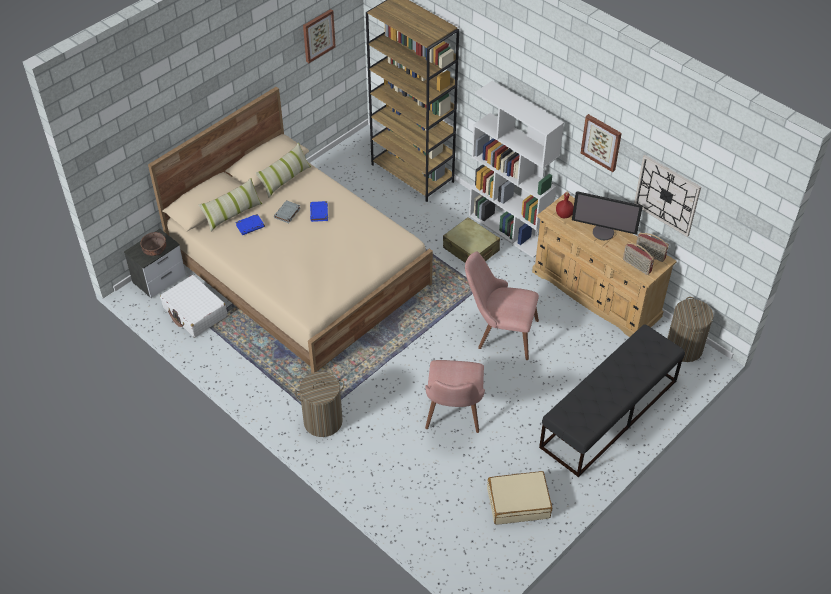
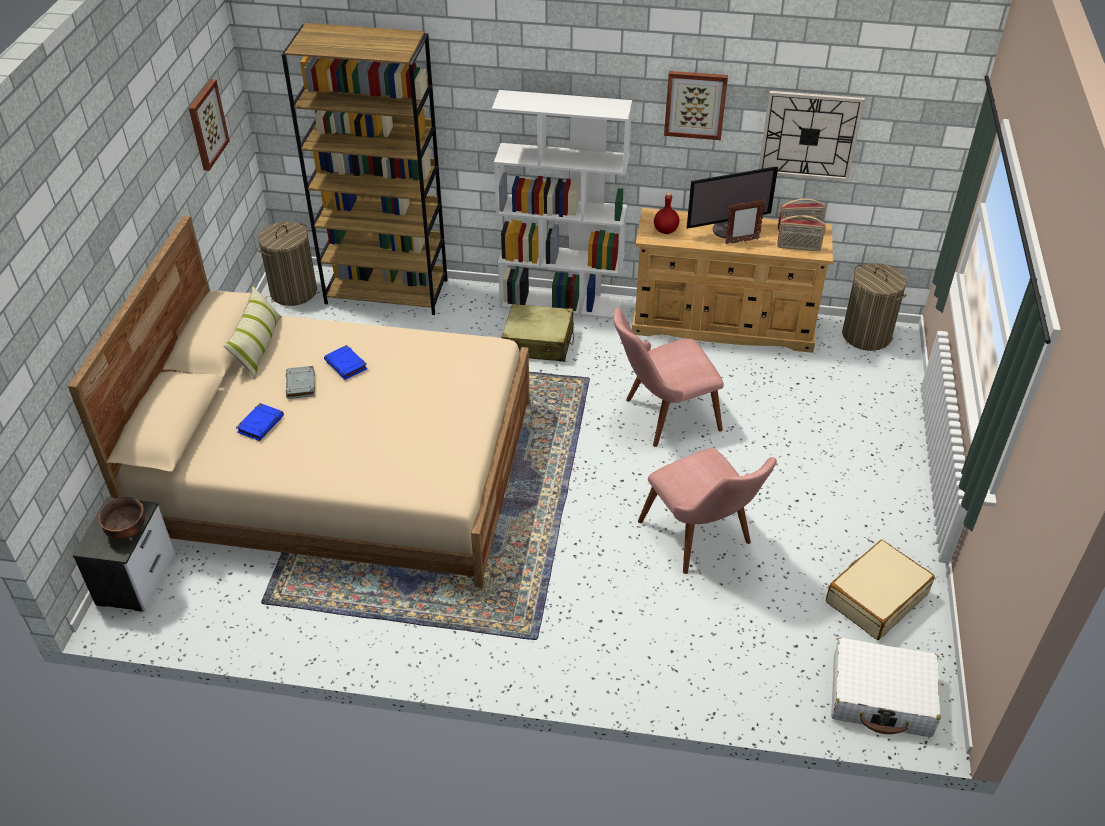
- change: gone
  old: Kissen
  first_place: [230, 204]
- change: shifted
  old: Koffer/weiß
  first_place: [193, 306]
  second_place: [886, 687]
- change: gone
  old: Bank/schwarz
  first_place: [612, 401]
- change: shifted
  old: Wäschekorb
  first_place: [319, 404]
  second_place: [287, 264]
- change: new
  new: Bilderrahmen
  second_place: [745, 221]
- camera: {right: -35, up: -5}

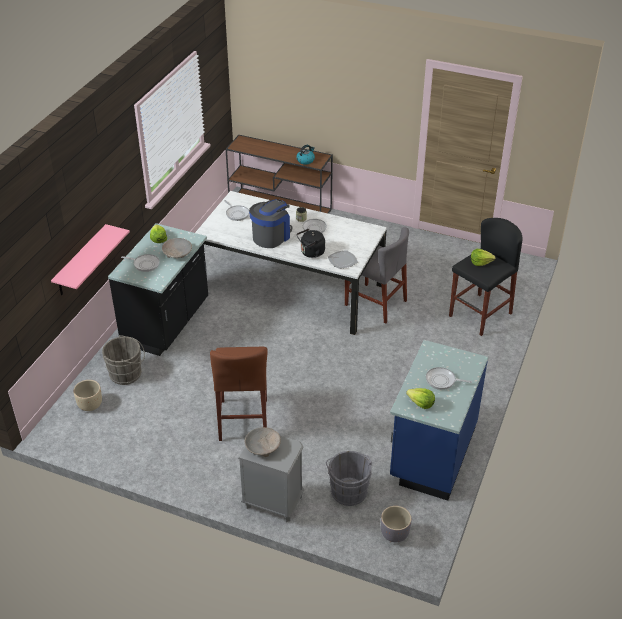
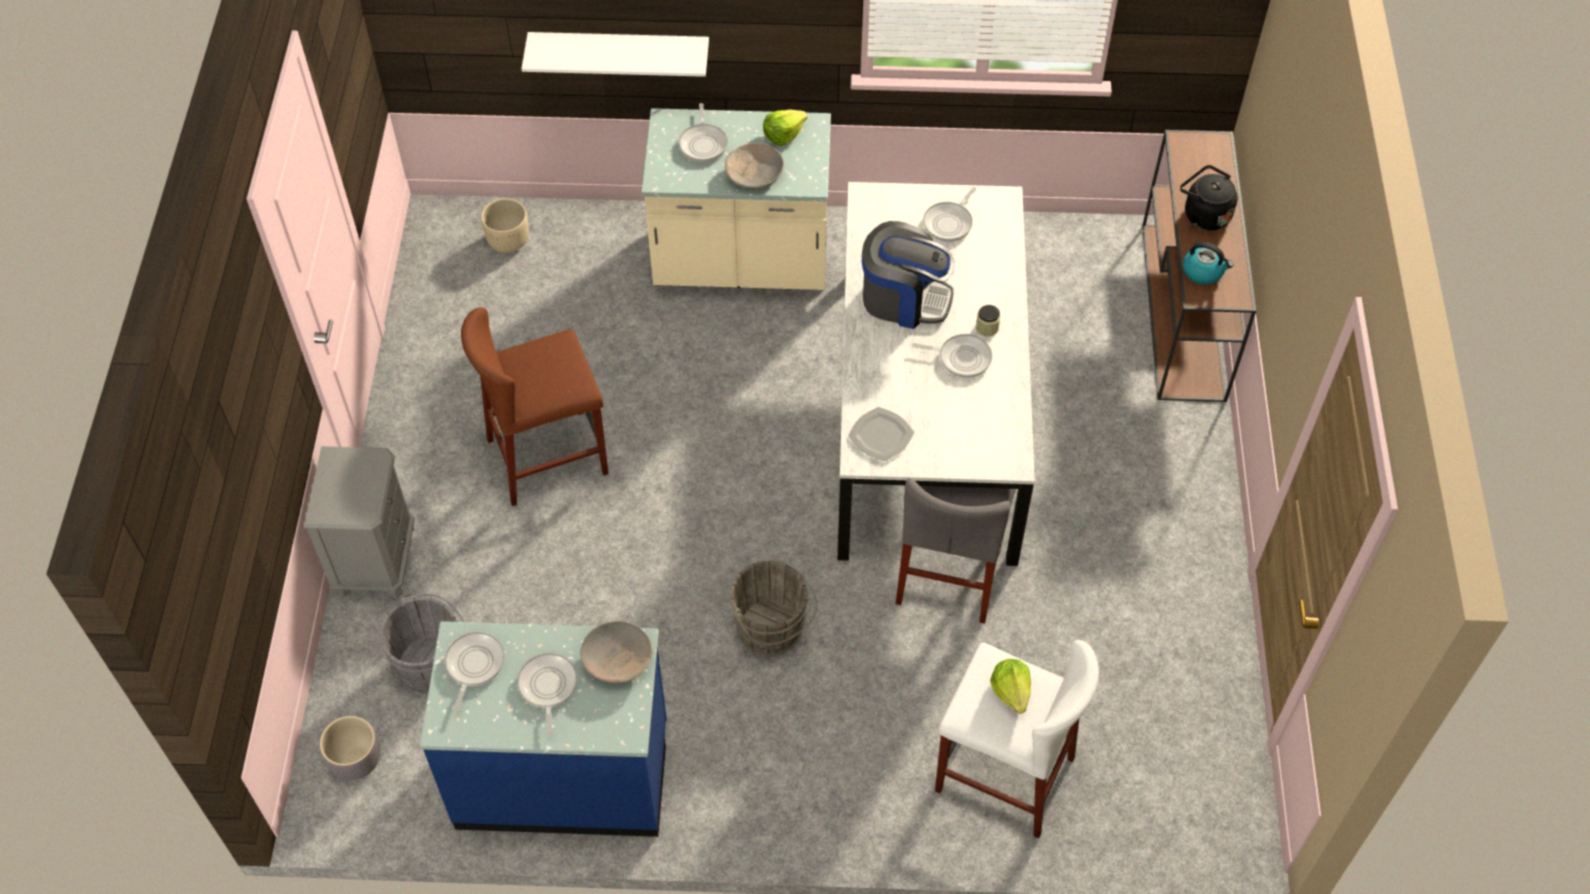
- change: repainted
  old: Hocker/schwarz
  new: Hocker/weiß
  first_place: [486, 277]
  second_place: [1017, 739]
- change: repainted
  old: Küchenzeile/schwarz
  new: Küchenzeile/beige
  first_place: [158, 289]
  second_place: [736, 199]
- change: repainted
  old: Wandregal/rosa
  new: Wandregal/weiß
  first_place: [90, 259]
  second_place: [615, 54]
- change: shifted
  old: Wasserkessel/schwarz
  first_place: [310, 243]
  second_place: [1209, 197]
- change: shifted
  old: Eimer/grau
  first_place: [123, 360]
  second_place: [774, 608]
- change: swapped
  old: Salatkopf
  new: Pfanne
  first_place: [420, 398]
  second_place: [474, 672]
- change: shifted
  old: Schüssel/beige
  first_place: [263, 442]
  second_place: [616, 652]
- camera: {right: 70, up: 15}

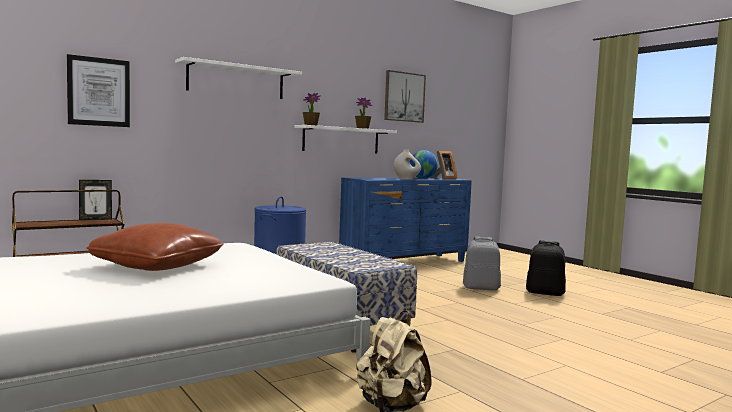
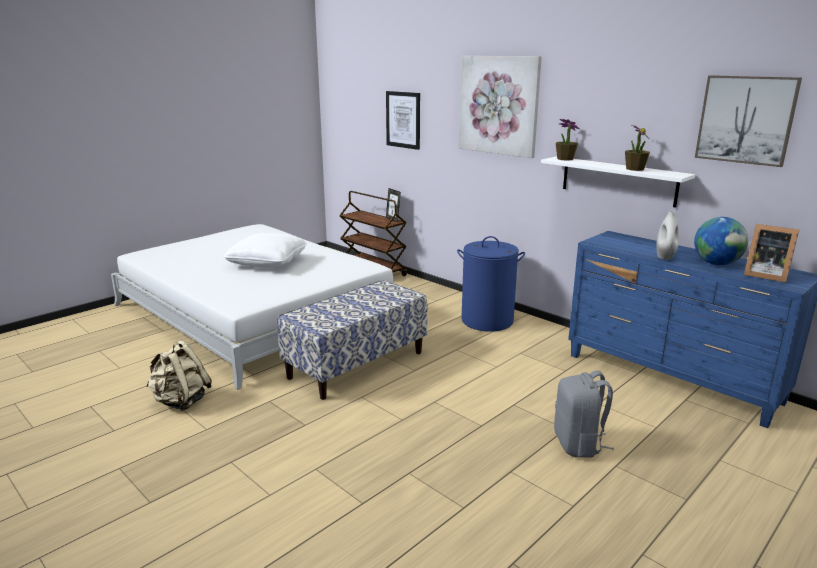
- change: swapped
  old: Wandregal/weiß
  new: Bild
  first_place: [238, 78]
  second_place: [500, 107]
- change: repainted
  old: Kissen/braun
  new: Kissen/weiß
  first_place: [155, 247]
  second_place: [265, 250]
- change: gone
  old: Rucksack/schwarz
  first_place: [546, 268]
- camera: {right: 80, up: 15}

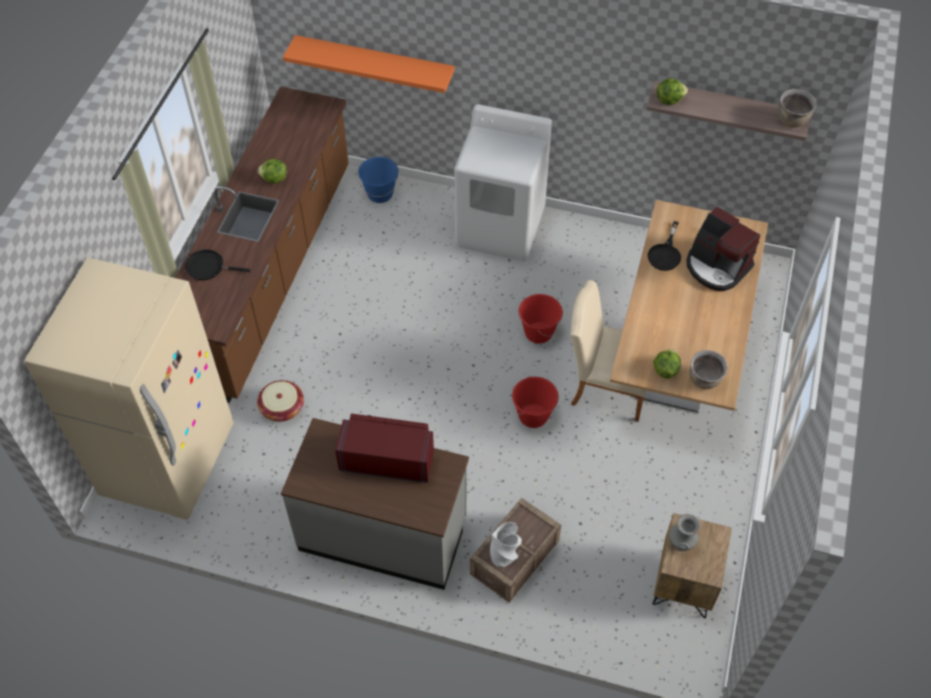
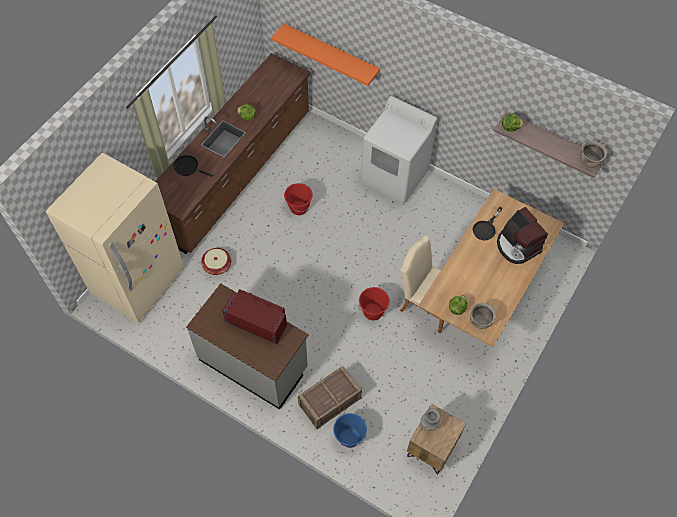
- change: shifted
  old: Eimer/blau
  first_place: [378, 180]
  second_place: [350, 431]
- change: shifted
  old: Eimer/rot
  first_place: [541, 319]
  second_place: [298, 199]
- change: gone
  old: Vase/grau
  first_place: [506, 544]
- camera: {right: 15, up: 5}

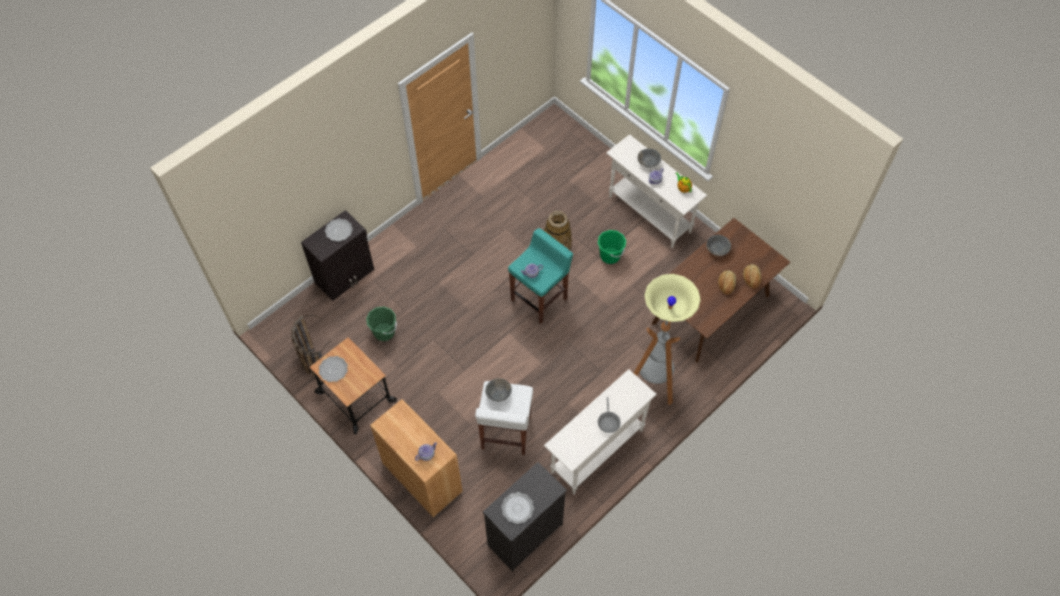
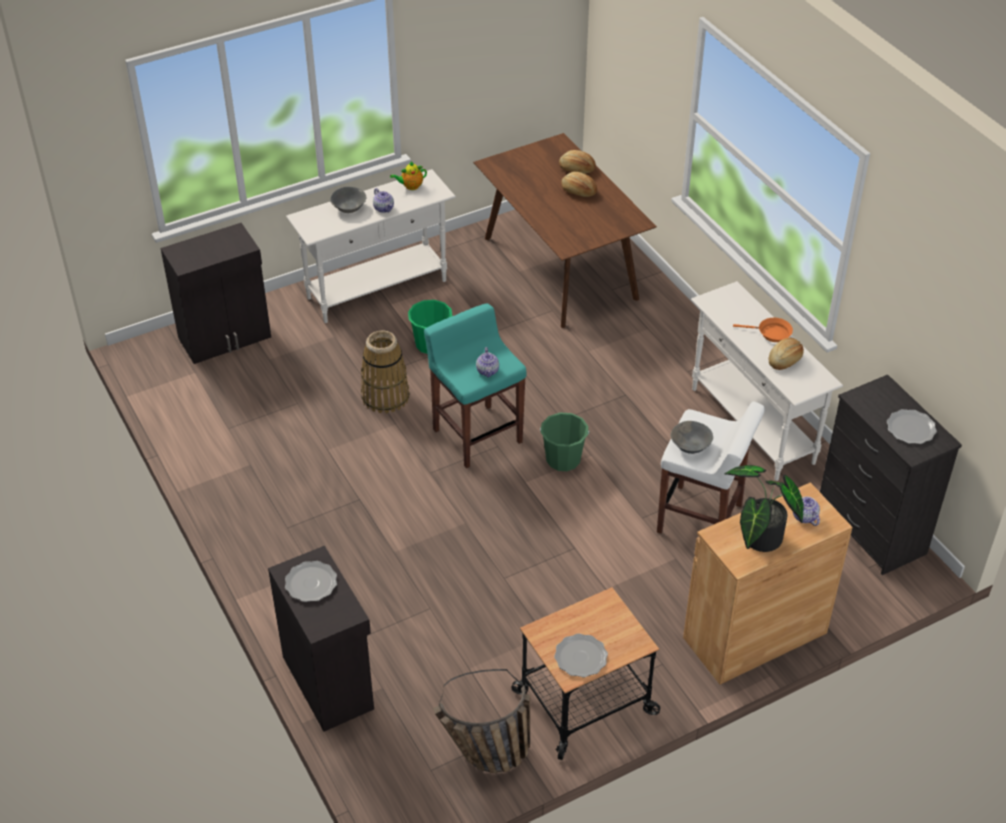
- change: gone
  old: Schüssel/grau
  first_place: [718, 245]
- change: gone
  old: Stehlampe
  first_place: [667, 339]
- change: shifted
  old: Eimer/grün
  first_place: [381, 323]
  second_place: [564, 442]
- change: repainted
  old: Pfanne/grau
  new: Pfanne/orange
  first_place: [609, 415]
  second_place: [763, 330]
- change: new
  new: Schrank/schwarz
  second_place: [216, 293]
- change: new
  new: Brot
  second_place: [786, 353]
- change: new
  new: Topfpflanze
  second_place: [764, 508]
- camera: {right: -75, up: -15}

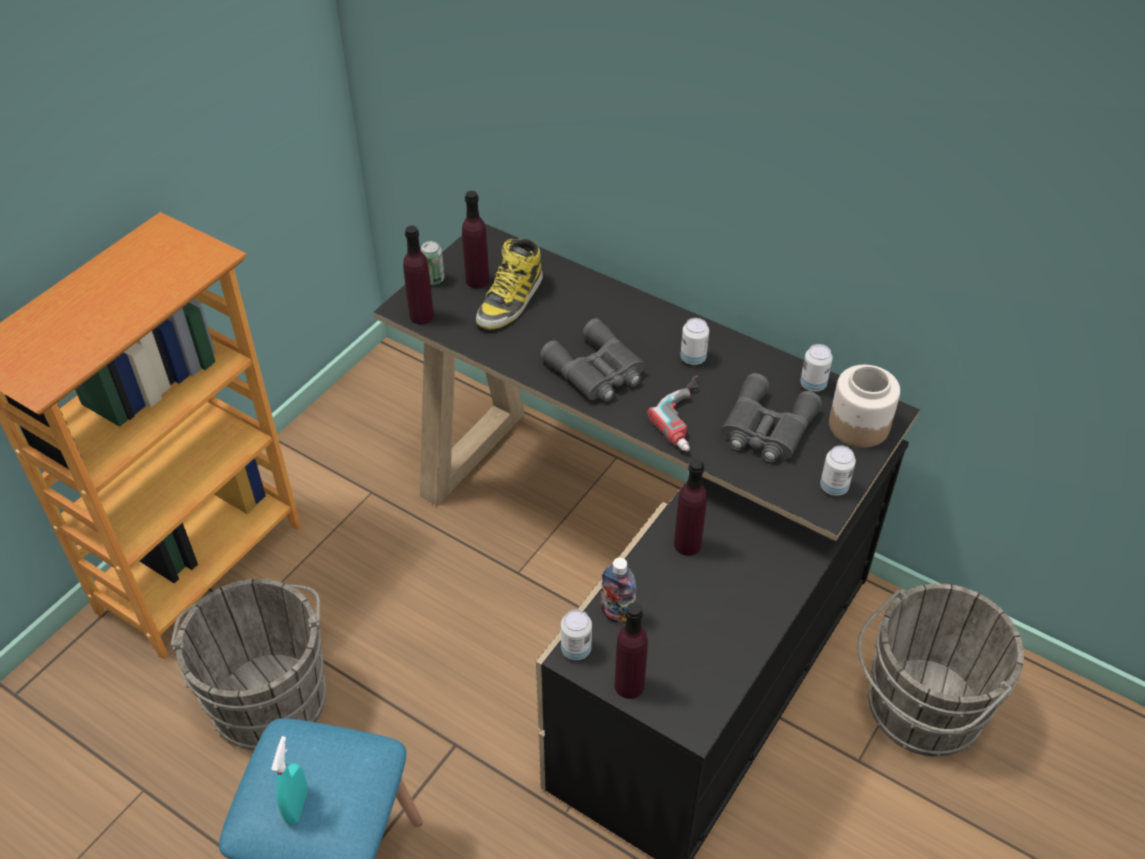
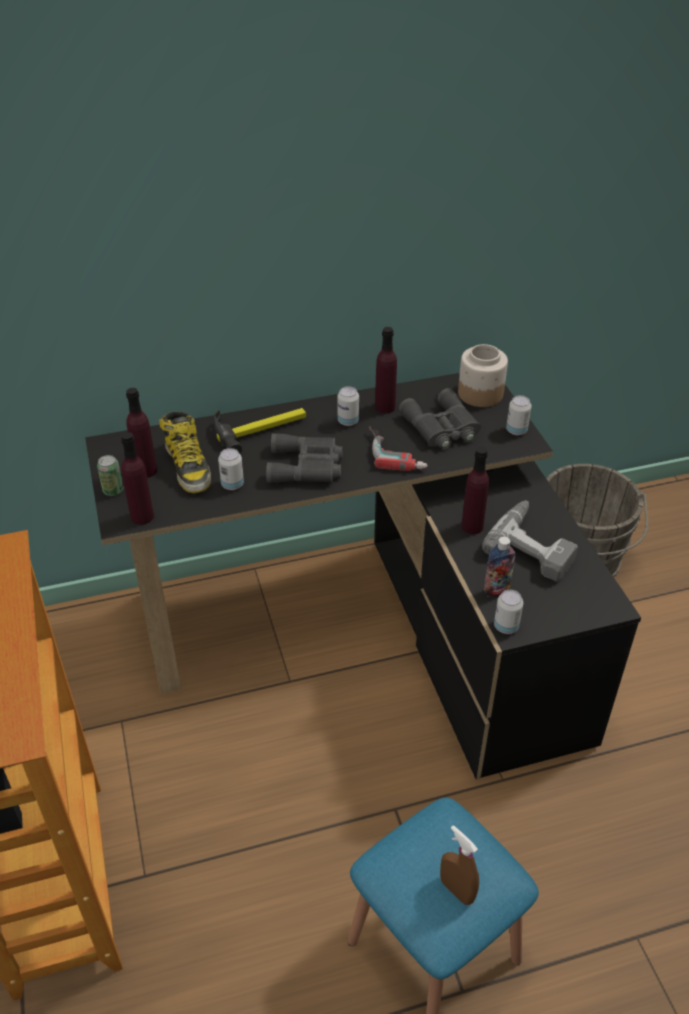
- change: shifted
  old: Dose
  first_place: [816, 368]
  second_place: [231, 469]
- change: gone
  old: Eimer/grau
  first_place: [248, 664]
- change: shifted
  old: Flasche/lila
  first_place: [631, 650]
  second_place: [386, 370]
- change: repainted
  old: Sprühflasche/türkis
  new: Sprühflasche/braun
  first_place: [289, 780]
  second_place: [459, 865]
- change: new
  new: Hammer
  second_place: [260, 431]
- change: new
  new: Bohrmaschine
  second_place: [530, 541]
- camera: {right: -50, up: -5}

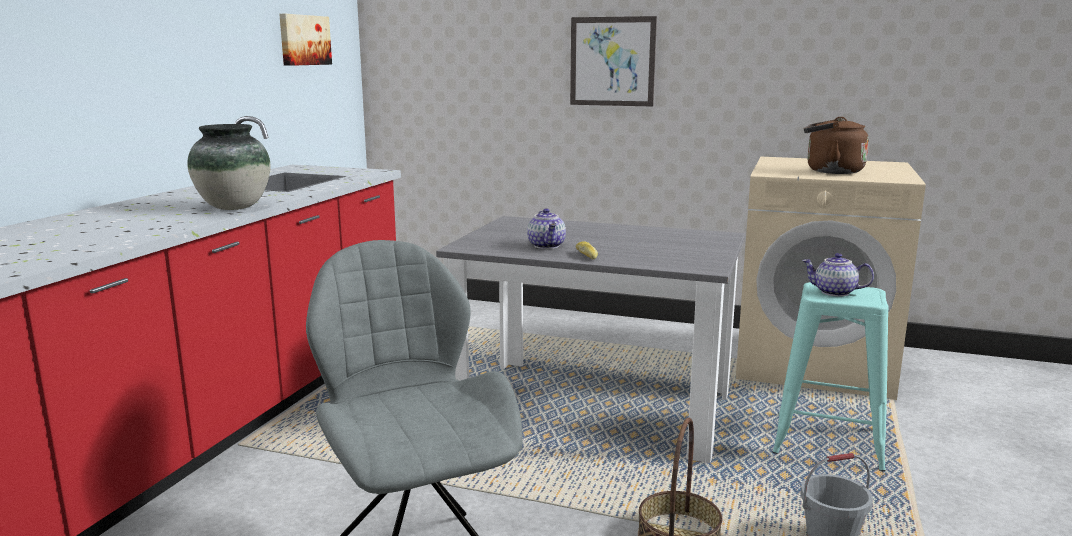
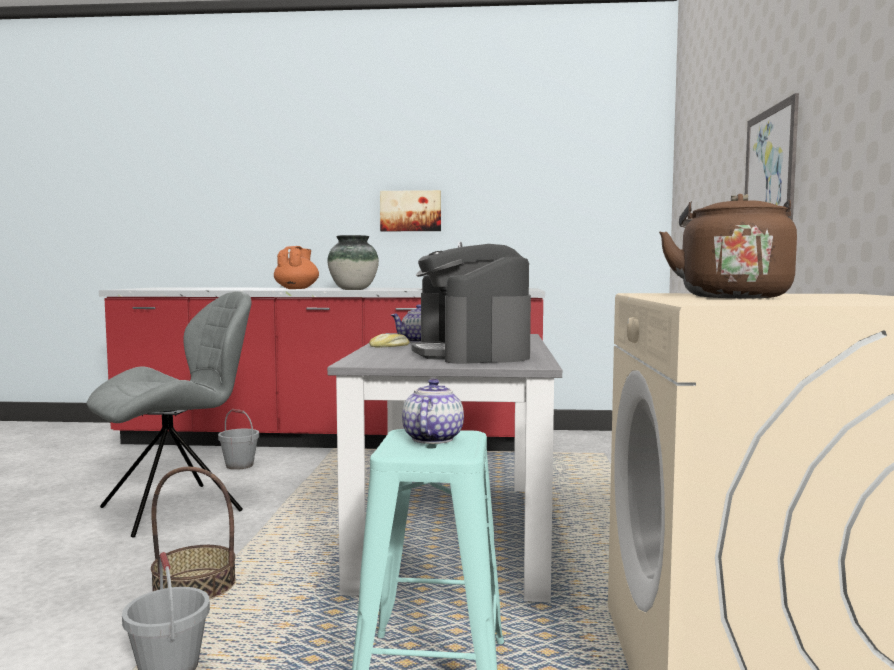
- change: shifted
  old: Bild
  first_place: [305, 40]
  second_place: [410, 210]
- change: new
  new: Kaffeemaschine
  second_place: [471, 304]
- change: new
  new: Teekanne/orange
  second_place: [296, 267]
- change: new
  new: Eimer/grau
  second_place: [238, 439]
- camera: {right: 75, up: -10}

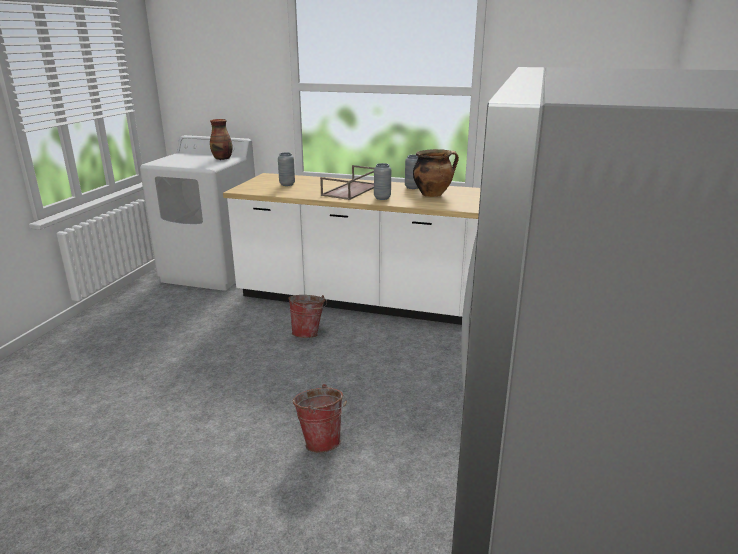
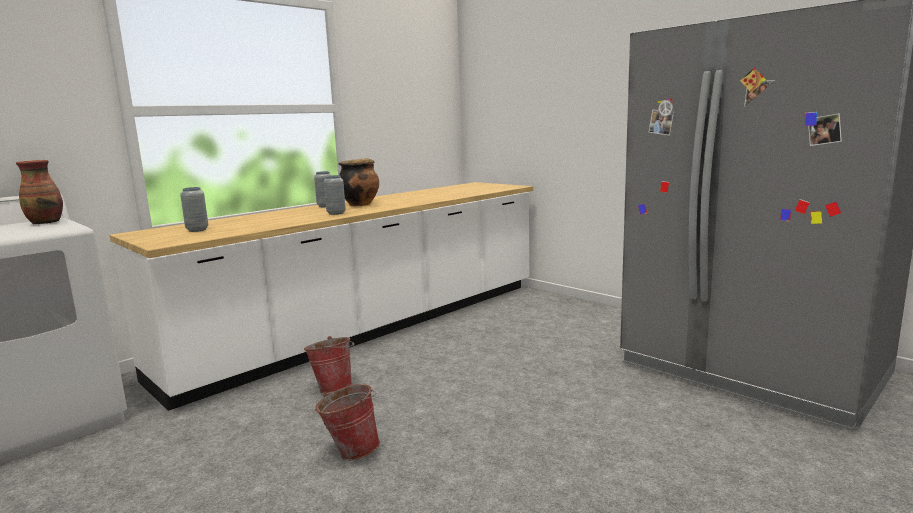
- change: gone
  old: Tablett/braun
  first_place: [347, 182]
- change: shifted
  old: Eimer
  first_place: [320, 418]
  second_place: [347, 422]
- camera: {right: -60, up: -10}

